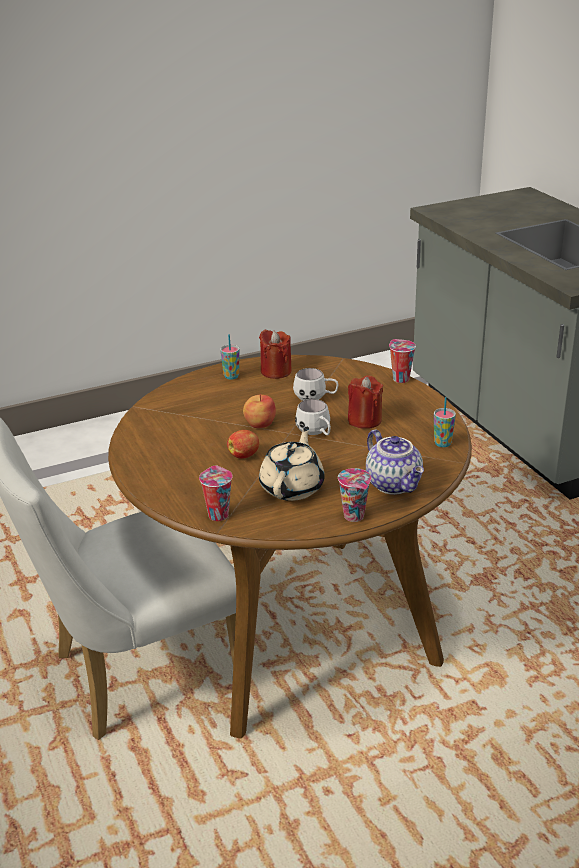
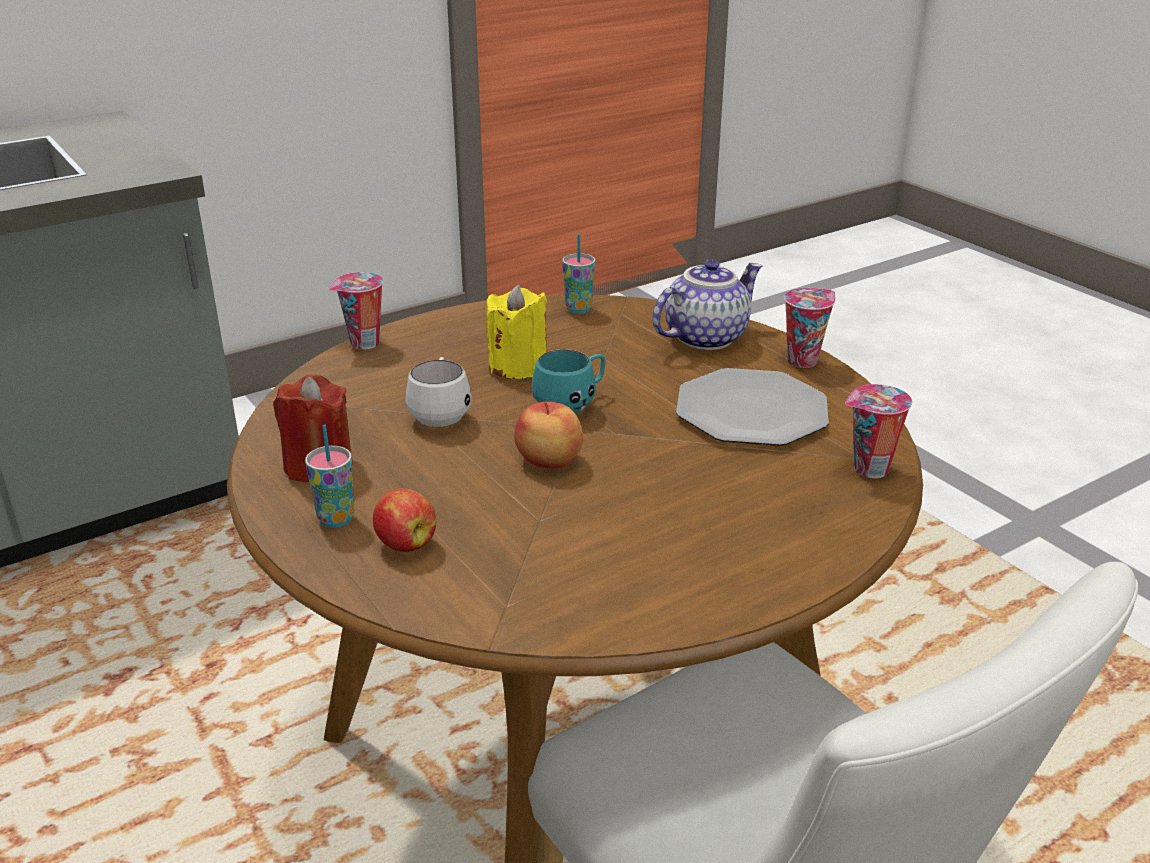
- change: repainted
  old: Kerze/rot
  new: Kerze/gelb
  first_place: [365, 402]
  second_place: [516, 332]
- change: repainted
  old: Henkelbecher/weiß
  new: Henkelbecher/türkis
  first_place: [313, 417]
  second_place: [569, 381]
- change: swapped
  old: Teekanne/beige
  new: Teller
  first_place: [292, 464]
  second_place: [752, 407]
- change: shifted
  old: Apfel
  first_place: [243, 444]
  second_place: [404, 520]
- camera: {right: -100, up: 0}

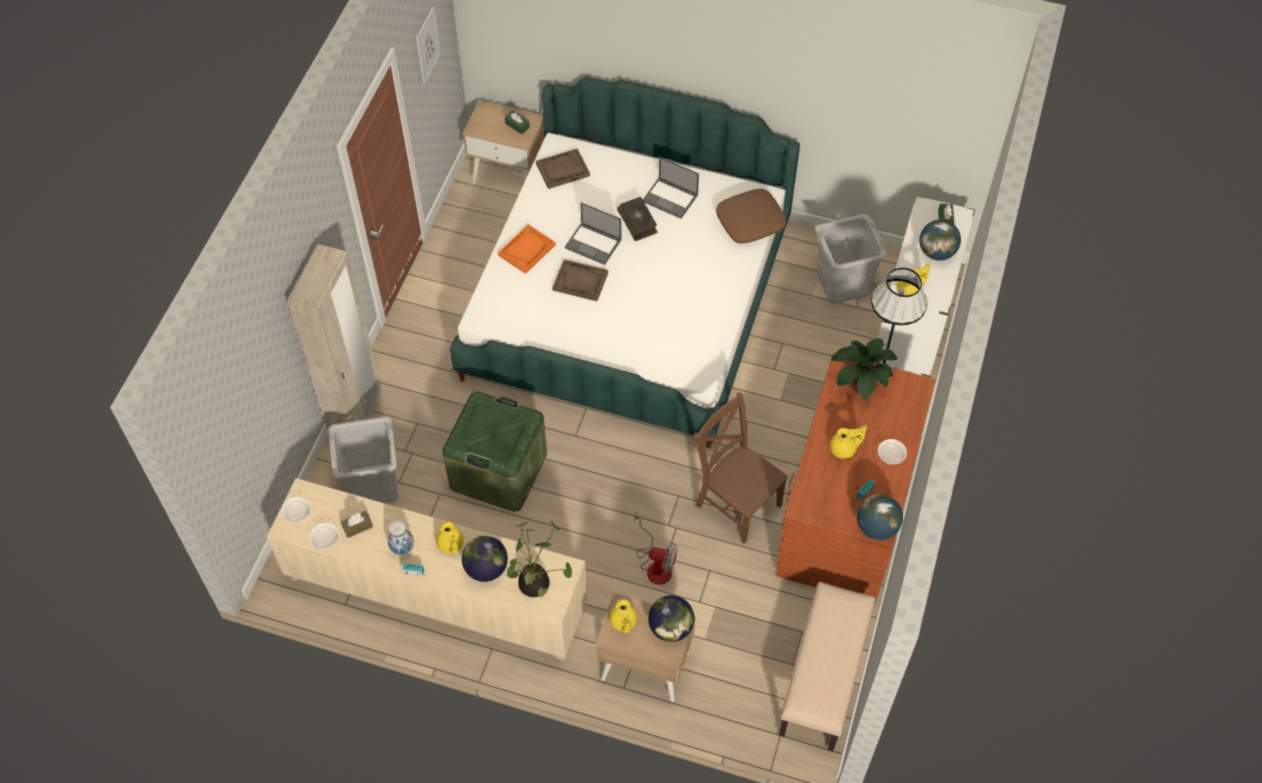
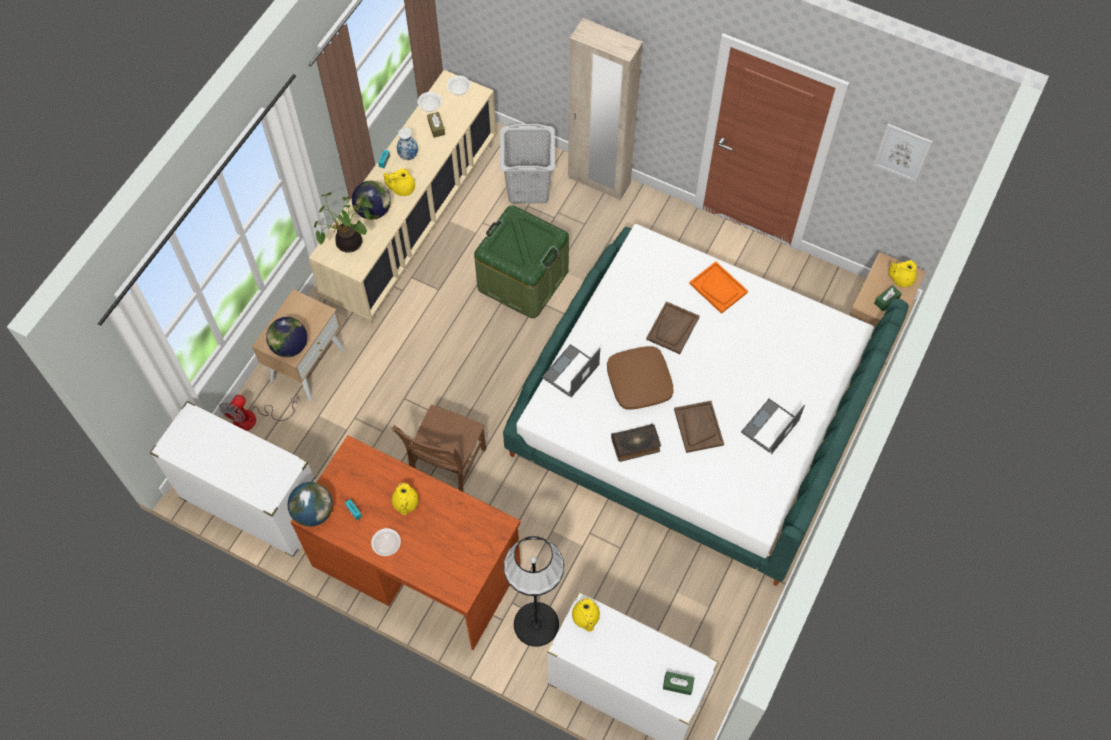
- change: shifted
  old: Tablett/braun
  first_place: [563, 169]
  second_place: [699, 427]
- change: shifted
  old: Kissen/braun
  first_place: [751, 216]
  second_place: [640, 378]
- change: shifted
  old: Buch
  first_place: [637, 219]
  second_place: [636, 443]
- change: shifted
  old: Laptop
  first_place: [593, 233]
  second_place: [571, 370]
- change: gone
  old: Wäschekorb/grau
  first_place: [851, 259]
- change: gone
  old: Globus
  first_place: [940, 240]
- change: gone
  old: Topfpflanze
  first_place: [864, 369]
- change: rotated
  old: Stuhl/braun
  first_place: [741, 468]
  second_place: [438, 448]
  degrees: 150
- change: shifted
  old: Ventilator
  first_place: [656, 548]
  second_place: [258, 413]
- change: swapped
  old: Bank/beige
  new: Kommode/weiß
  first_place: [827, 666]
  second_place: [233, 479]
- change: shifted
  old: Teekanne/gelb
  first_place: [623, 616]
  second_place: [903, 273]
- camera: {right: 100, up: 5}

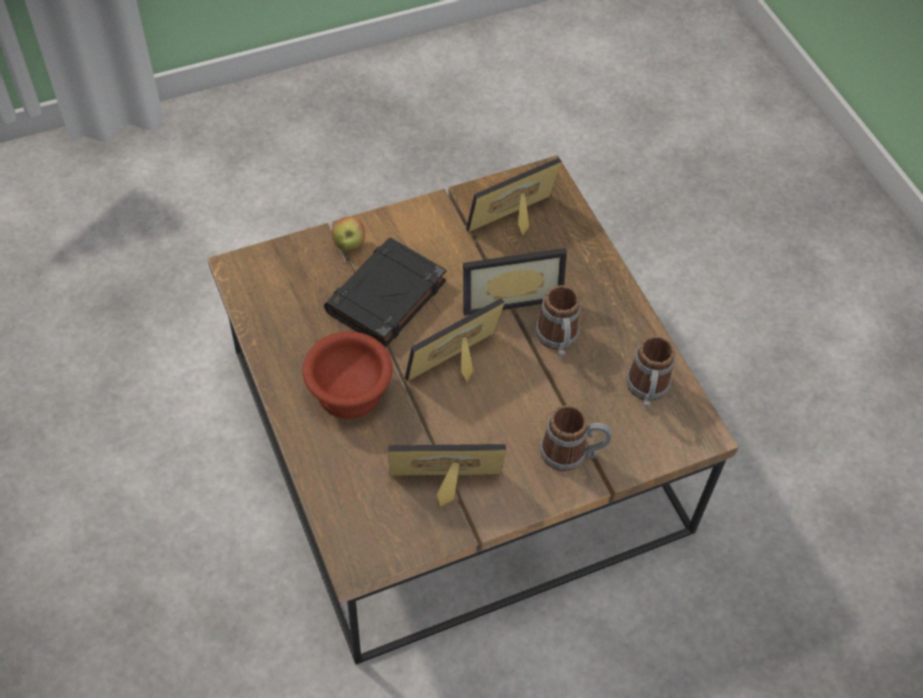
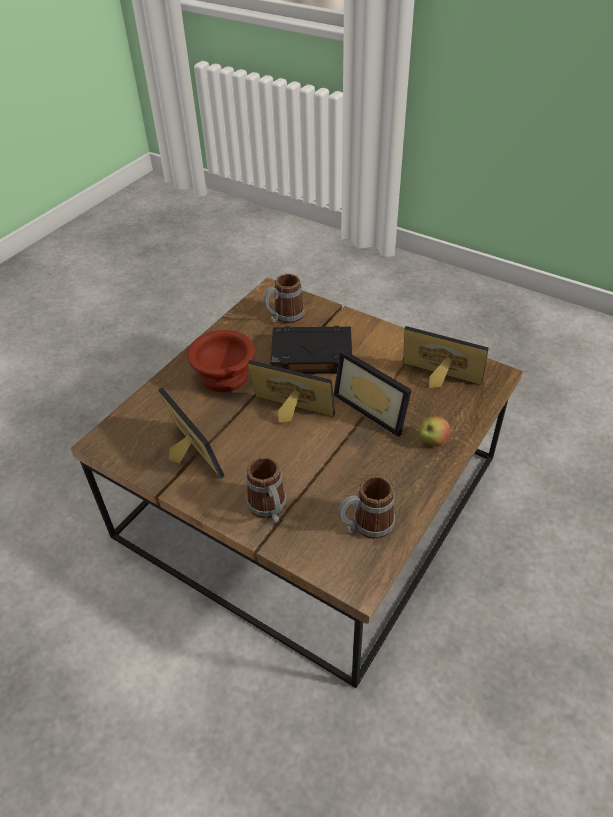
- change: shifted
  old: Apfel
  first_place: [348, 233]
  second_place: [435, 431]
- change: shifted
  old: Henkelbecher
  first_place: [558, 320]
  second_place: [284, 299]
- camera: {right: 60, up: -10}

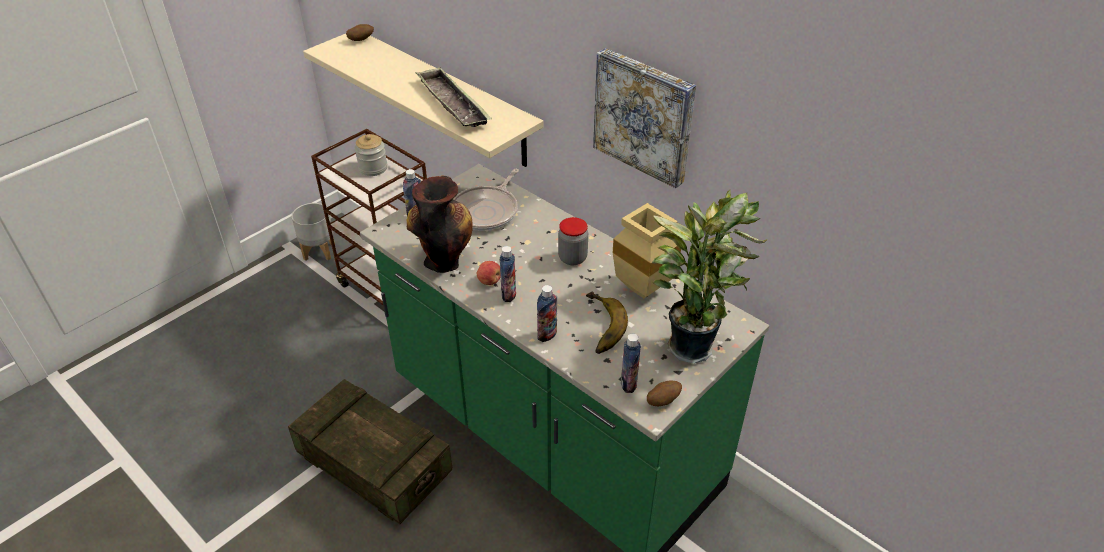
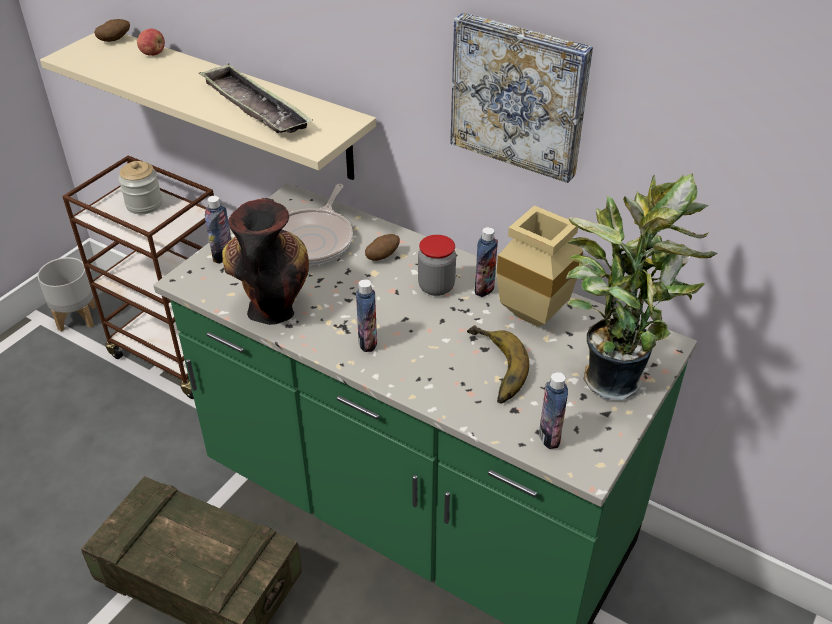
- change: shifted
  old: Apfel
  first_place: [489, 273]
  second_place: [151, 42]
- change: shifted
  old: Flasche
  first_place: [547, 313]
  second_place: [486, 262]
- change: shifted
  old: Kartoffel
  first_place: [664, 393]
  second_place: [382, 247]
- camera: {right: -10, up: 0}

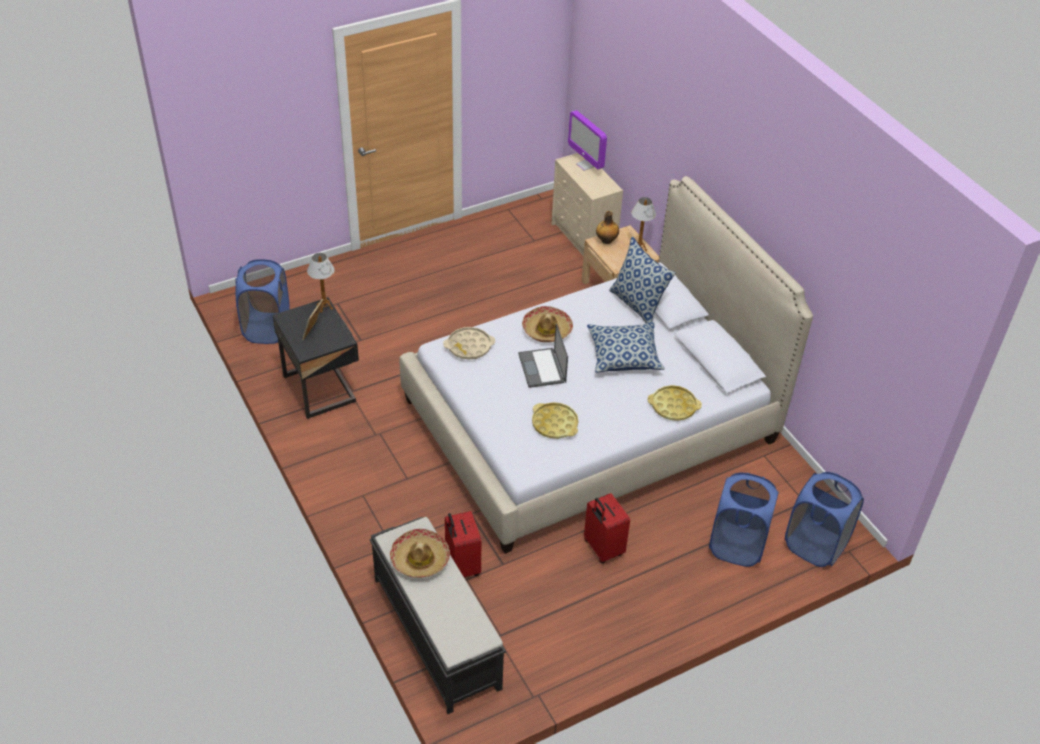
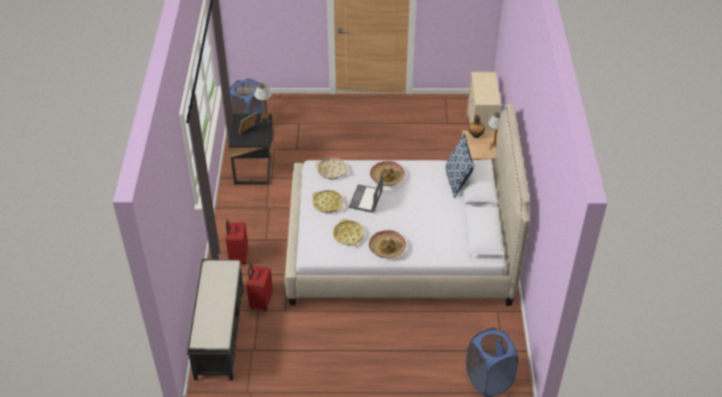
- change: gone
  old: Monitor
  first_place: [587, 140]
- change: gone
  old: Kissen
  first_place: [626, 347]
- change: shifted
  old: Tablett/gelb
  first_place: [674, 403]
  second_place: [327, 201]
- change: gone
  old: Wäschekorb/blau
  first_place: [744, 520]
- change: shifted
  old: Koffer/rot
  first_place: [607, 528]
  second_place: [237, 241]
- change: shifted
  old: Hut
  first_place: [420, 553]
  second_place: [387, 244]
- camera: {right: 30, up: 0}

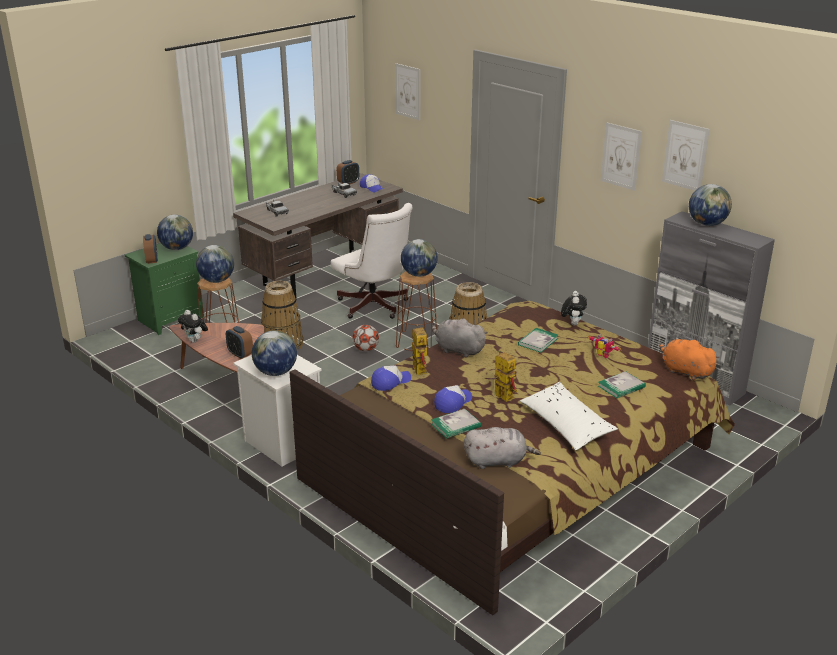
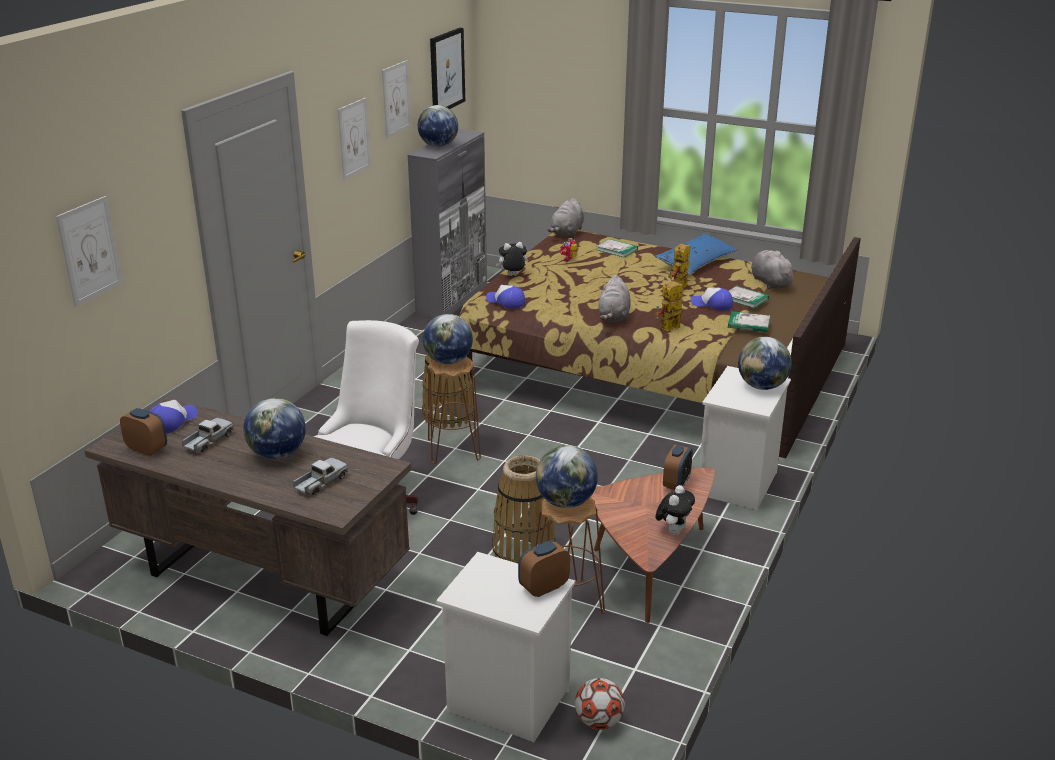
- change: shifted
  old: Globus
  first_place: [175, 232]
  second_place: [274, 428]
- change: repainted
  old: Nachttisch/grün
  new: Nachttisch/weiß
  first_place: [164, 289]
  second_place: [505, 647]
- change: shifted
  old: Fußball
  first_place: [365, 338]
  second_place: [600, 704]
- change: shifted
  old: Buch
  first_place: [538, 340]
  second_place: [749, 321]
- change: repainted
  old: Plüschtier/orange
  new: Plüschtier/grau
  first_place: [690, 359]
  second_place: [565, 217]
- change: shifted
  old: Kappe
  first_place: [391, 378]
  second_place: [505, 297]
- change: repainted
  old: Kissen/weiß
  new: Kissen/blau
  first_place: [569, 416]
  second_place: [696, 254]
- change: new
  new: Bild
  second_place: [447, 68]
- camera: {right: -110, up: 0}

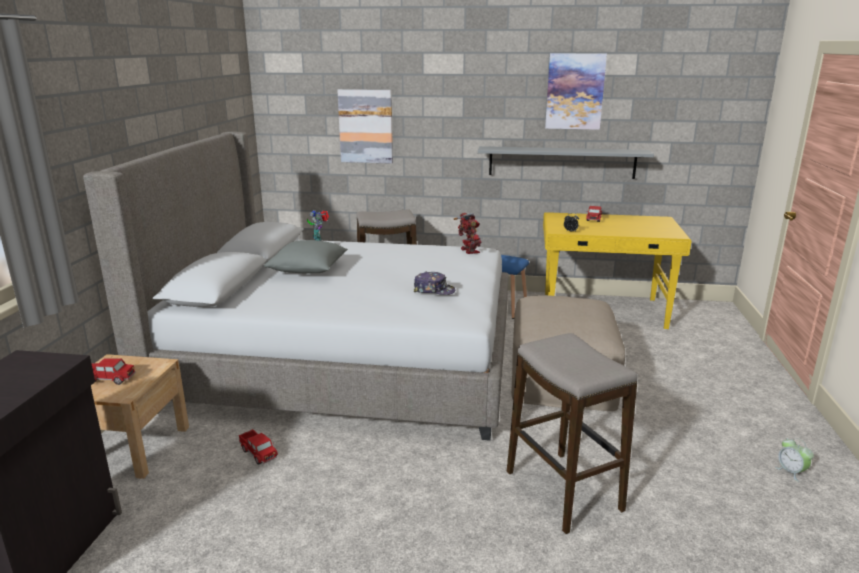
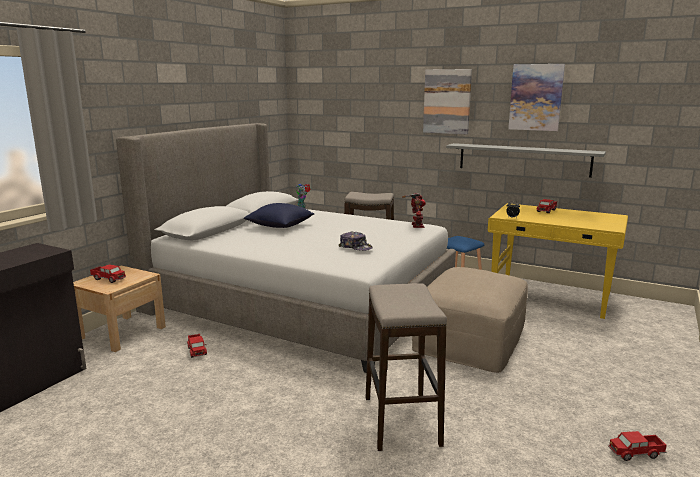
- change: shifted
  old: Bild
  first_place: [365, 126]
  second_place: [447, 101]
- change: repainted
  old: Kissen/grau
  new: Kissen/blau
  first_place: [306, 257]
  second_place: [279, 215]
- change: swapped
  old: Wecker
  new: Spielzeuglaster
  first_place: [794, 460]
  second_place: [637, 446]
- camera: {right: 20, up: -5}

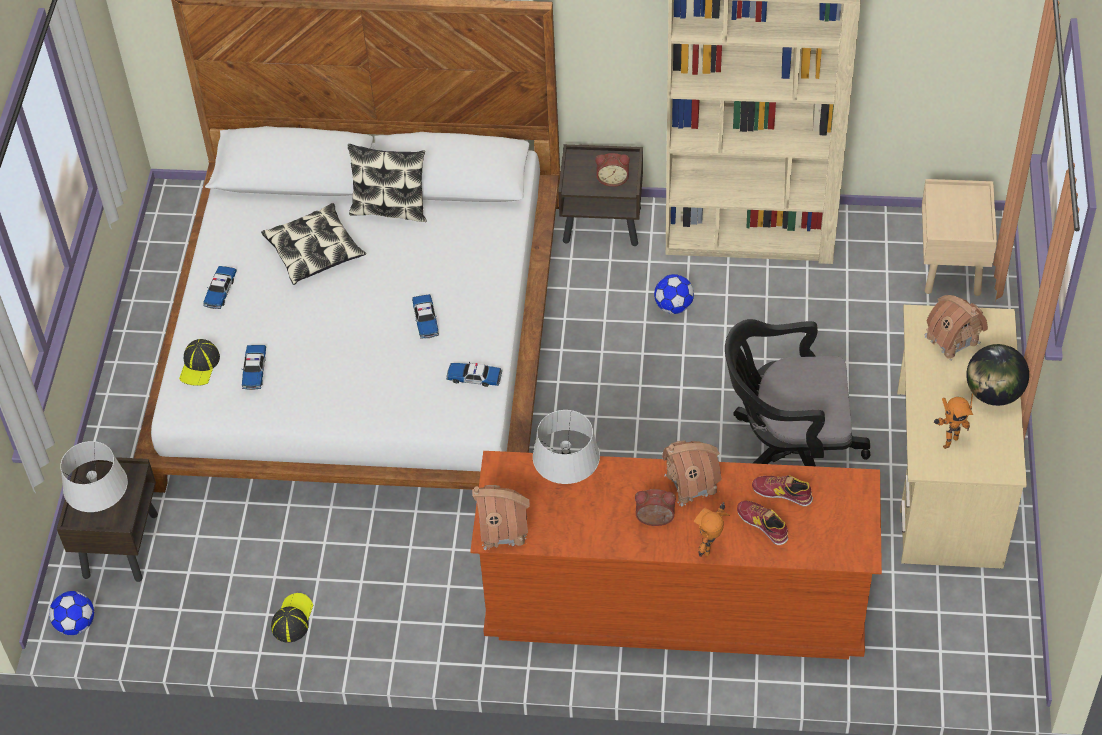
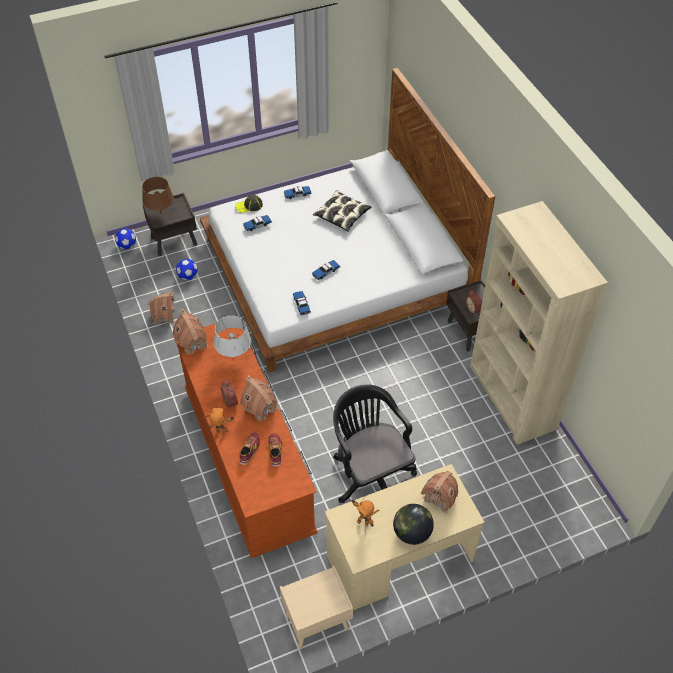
- change: gone
  old: Kissen
  first_place: [387, 183]
- change: shifted
  old: Nachttisch/beige
  first_place: [959, 237]
  second_place: [316, 607]
- change: shifted
  old: Fußball
  first_place: [674, 294]
  second_place: [187, 269]
- change: repainted
  old: Tischlampe/grau
  new: Tischlampe/braun
  first_place: [94, 476]
  second_place: [158, 194]
- change: swapped
  old: Kappe
  new: Spielzeughaus
  first_place: [292, 618]
  second_place: [161, 308]
- camera: {right: 60, up: 0}

